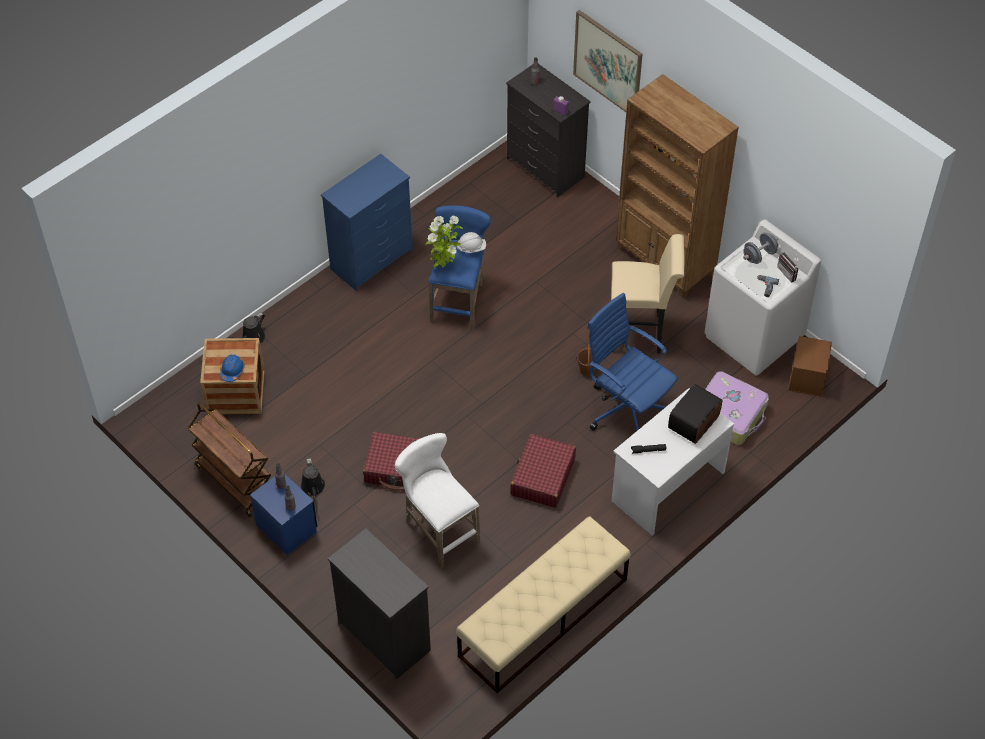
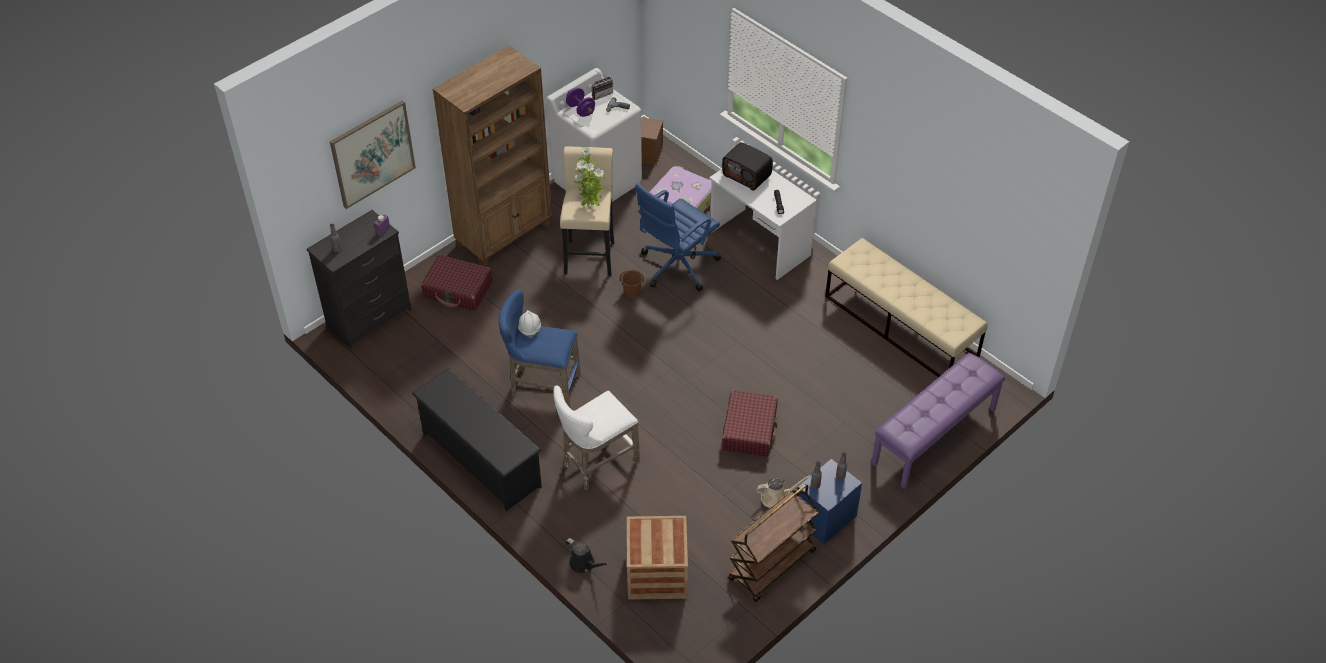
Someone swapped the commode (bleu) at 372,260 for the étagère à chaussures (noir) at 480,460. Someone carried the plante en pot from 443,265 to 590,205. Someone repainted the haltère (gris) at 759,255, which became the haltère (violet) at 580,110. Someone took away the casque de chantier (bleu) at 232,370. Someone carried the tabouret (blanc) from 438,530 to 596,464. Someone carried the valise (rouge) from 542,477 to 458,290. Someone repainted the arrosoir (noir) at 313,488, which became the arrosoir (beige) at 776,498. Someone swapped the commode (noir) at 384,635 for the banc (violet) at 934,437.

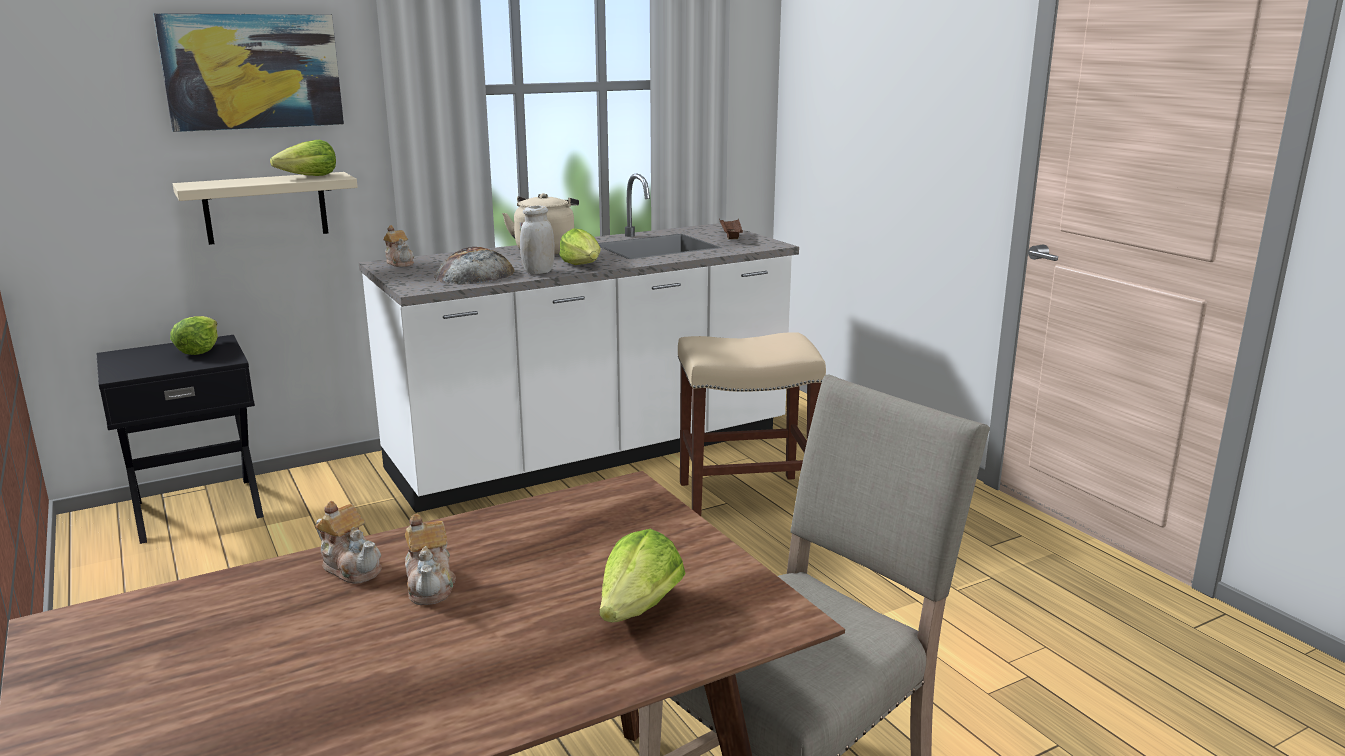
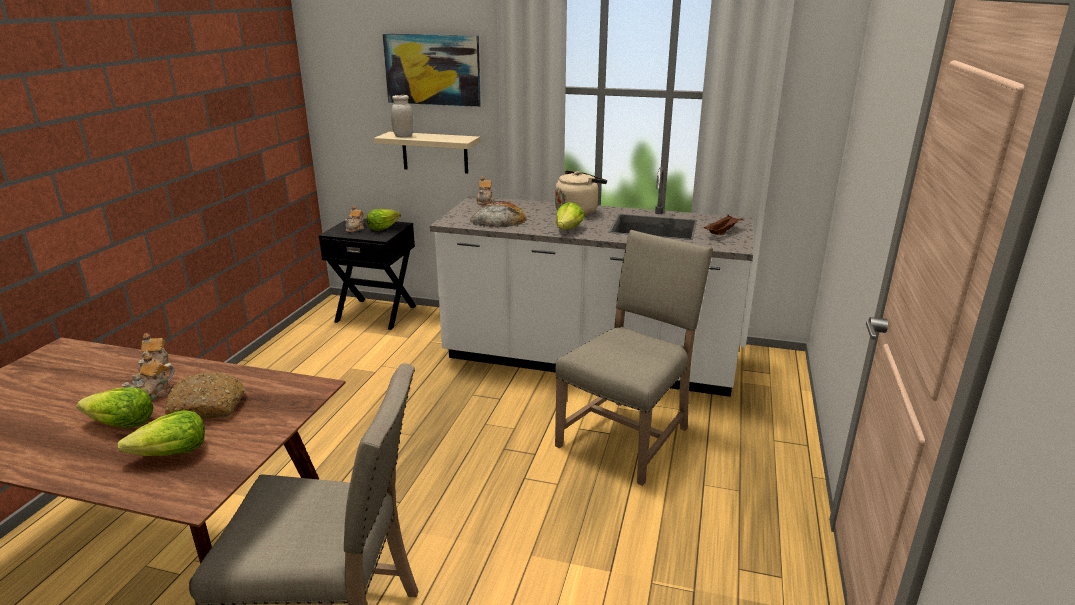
Someone carried the laitue from 309,177 to 120,424. Someone carried the bocal (blanc) from 538,272 to 403,136. Someone swapped the tabouret (beige) at 747,497 for the chaise (beige) at 628,436. Someone put down the théière at 356,229. Someone put down the pain at 208,406.

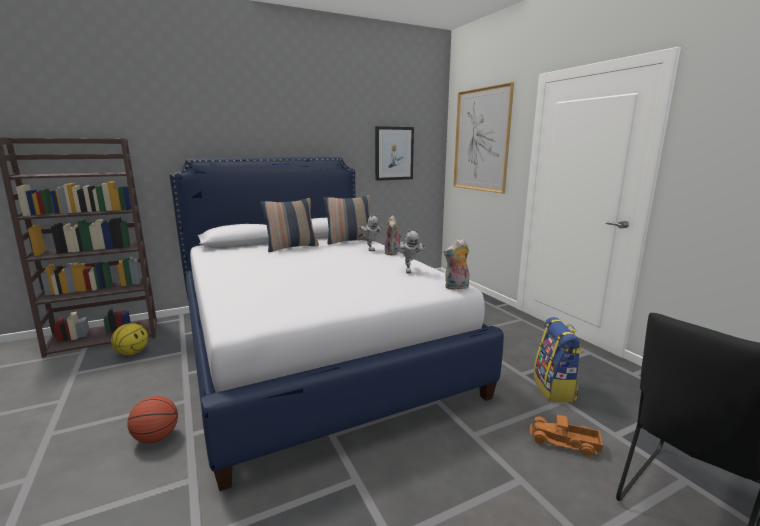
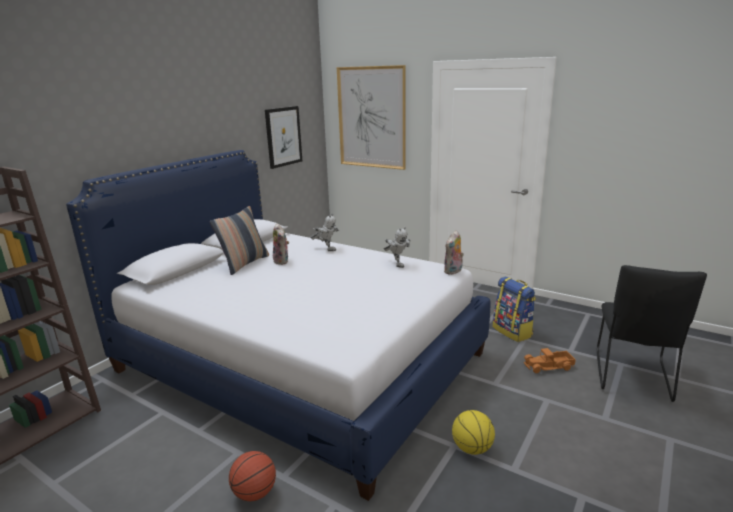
Someone took away the coussin at 350,241. Someone carried the peluche from 393,253 to 282,261. Someone carried the ballon de basket from 132,353 to 472,448.

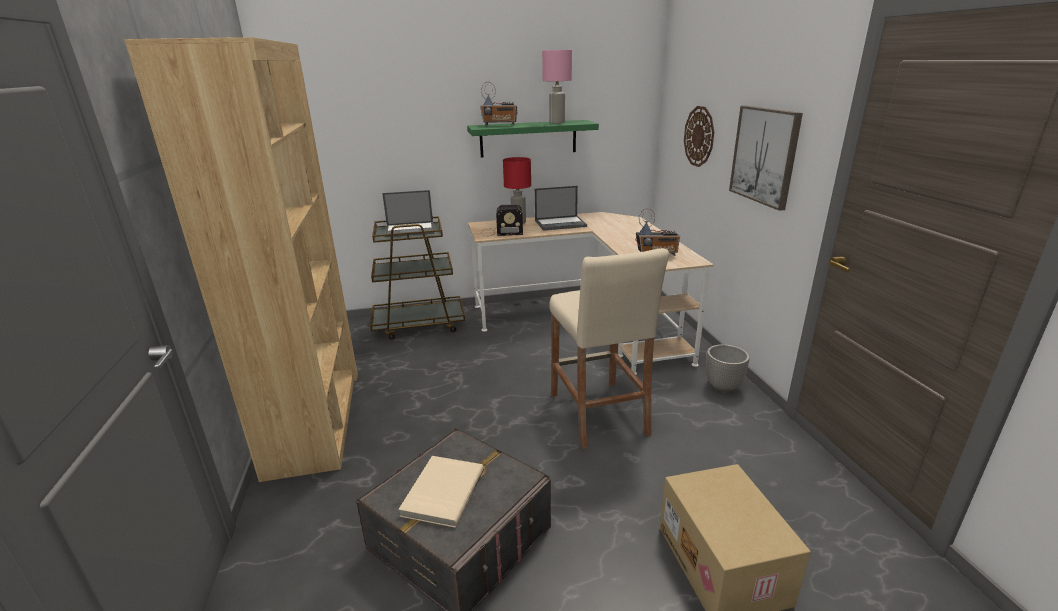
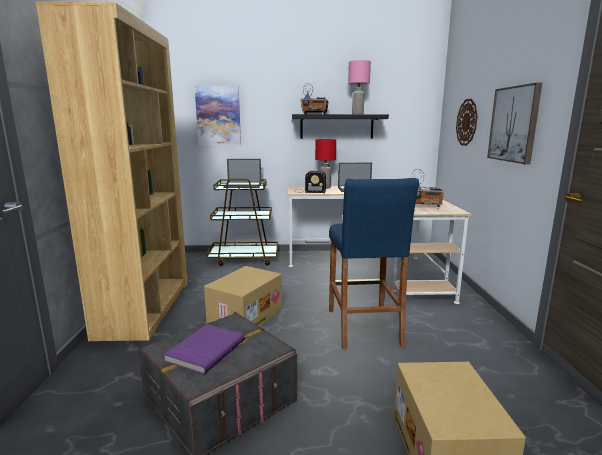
Someone repainted the étagère (vert) at 528,138, which became the étagère (noir) at 336,126. Someone repainted the tabouret (beige) at 598,413, which became the tabouret (bleu) at 363,327. Someone took away the cache-pot at 723,386. Someone repainted the livre (beige) at 442,492, which became the livre (violet) at 205,350. Someone put up the tableau at 218,115. Someone put down the carton at 245,316.

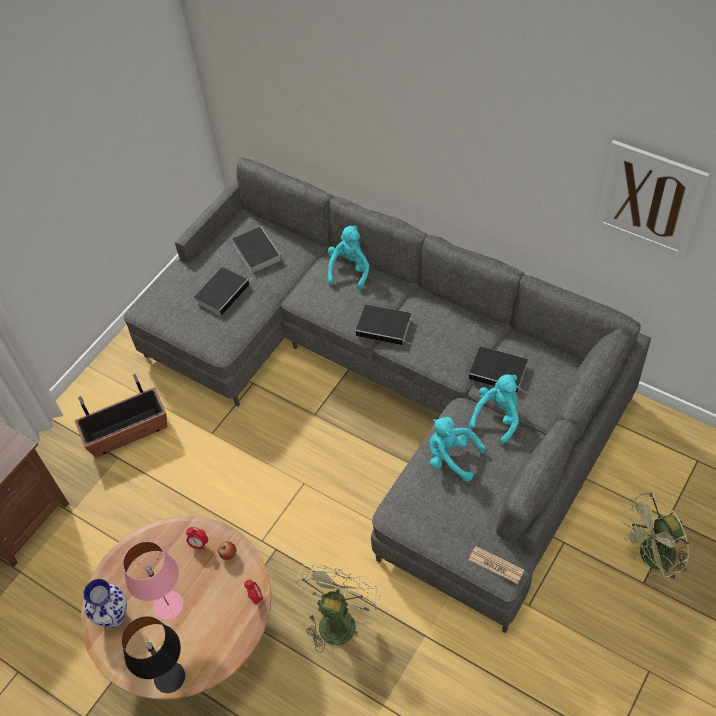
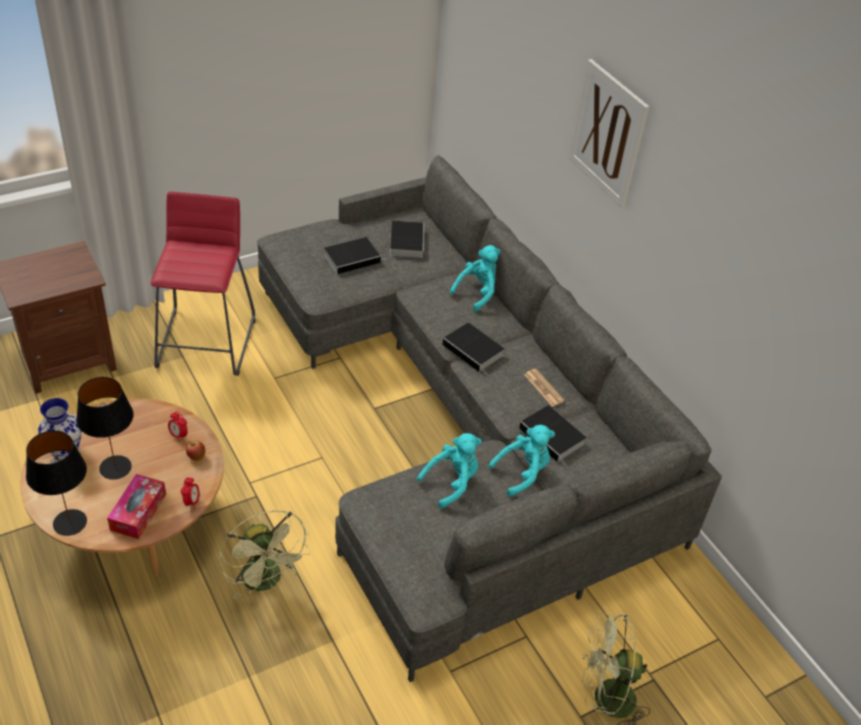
Someone carried the tableau from 650,199 to 608,133. Someone swapped the cache-pot at 128,432 for the tabouret (rouge) at 206,342. Someone rotated the peluche (turquoise) at 451,457 by 90 degrees clockwise. Someone repainted the lampe de table (rose) at 167,605, which became the lampe de table (noir) at 114,467. Someone carried the journal from 496,565 to 543,388. Someone rotated the ventilateur (vert) at 338,618 by 105 degrees clockwise. Someone put down the boîte à mouchoirs at 138,512.

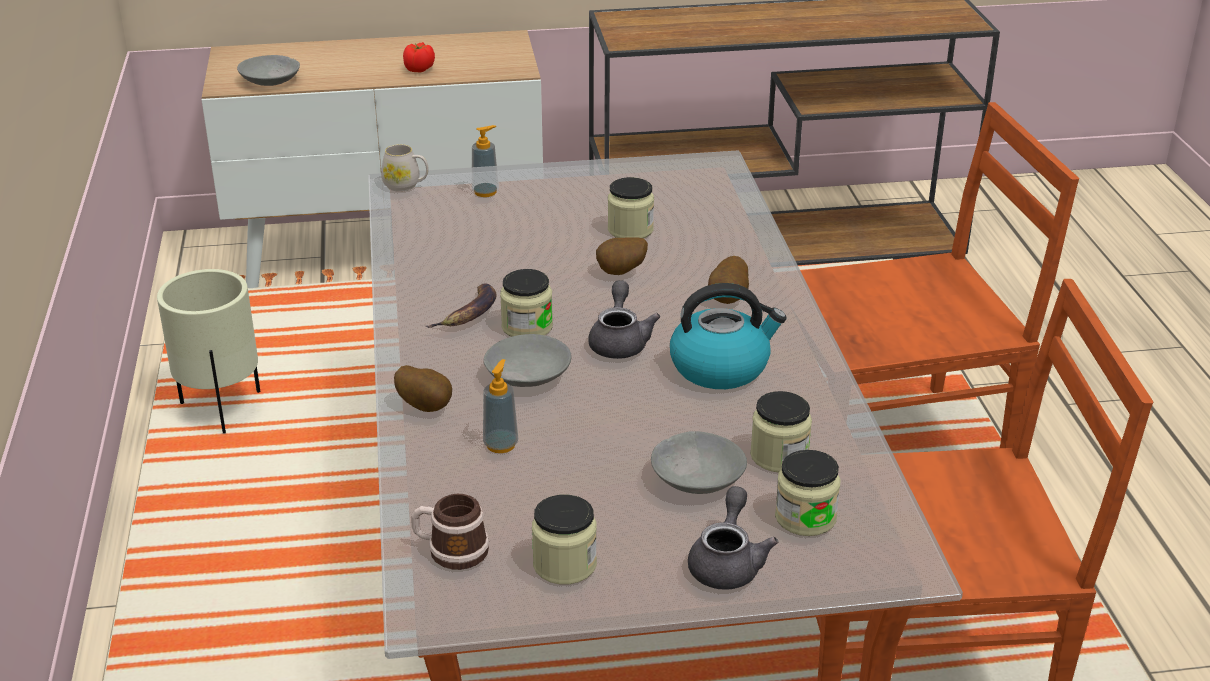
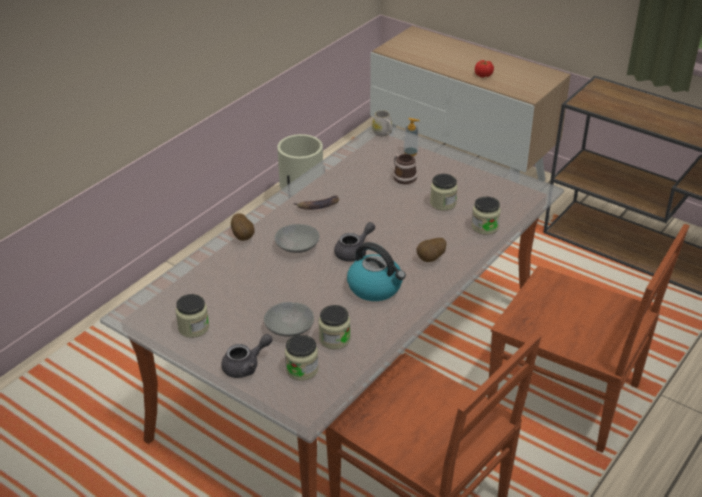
Someone took away the bol (gris) at 271,81. Someone took away the pomme de terre at 621,273. Someone carried the bocal from 527,327 to 485,227. Someone took away the distributeur de savon at 501,444. Someone carried the mug from 450,550 to 402,176.

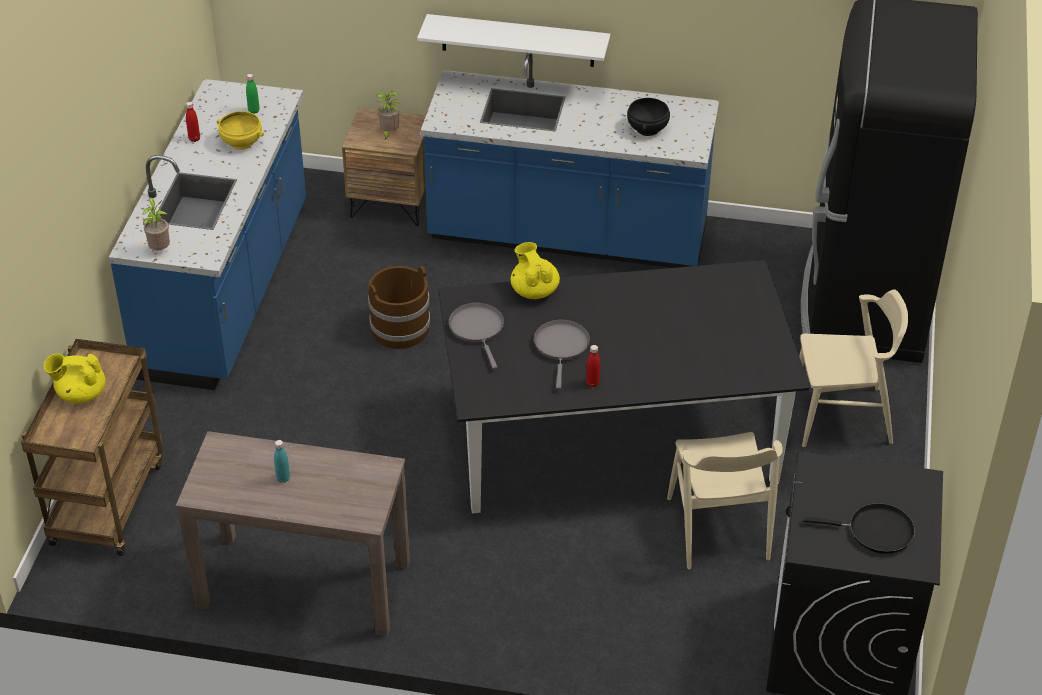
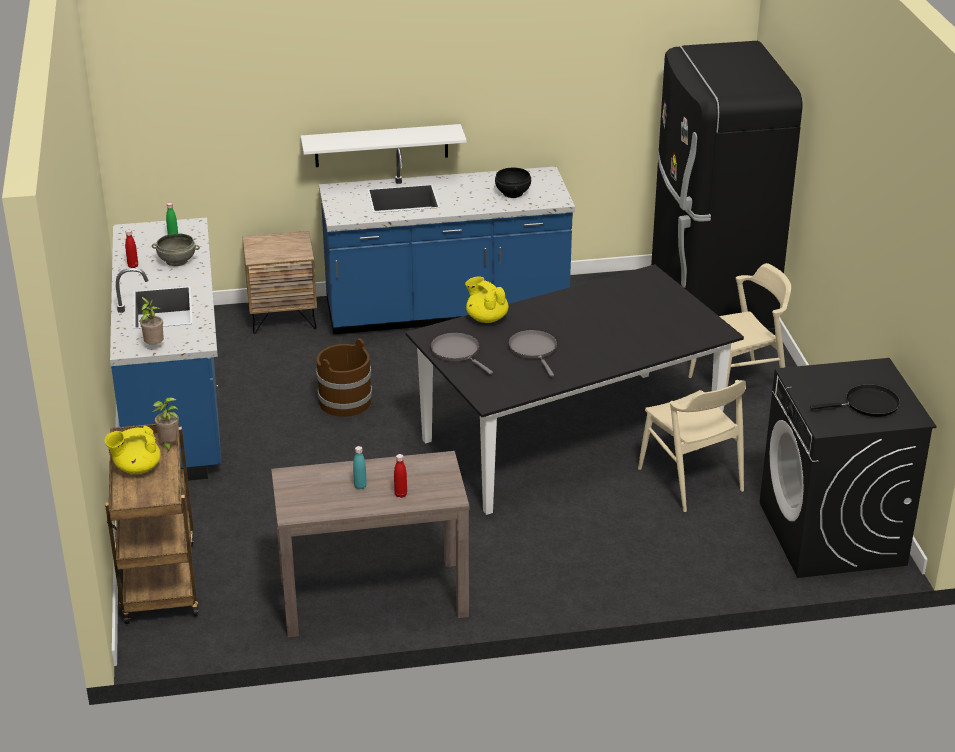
Someone carried the plante en pot from 389,133 to 169,445. Someone repainted the bol (jaune) at 241,142, which became the bol (gris) at 176,261. Someone carried the bouteille (rouge) from 592,383 to 400,494.

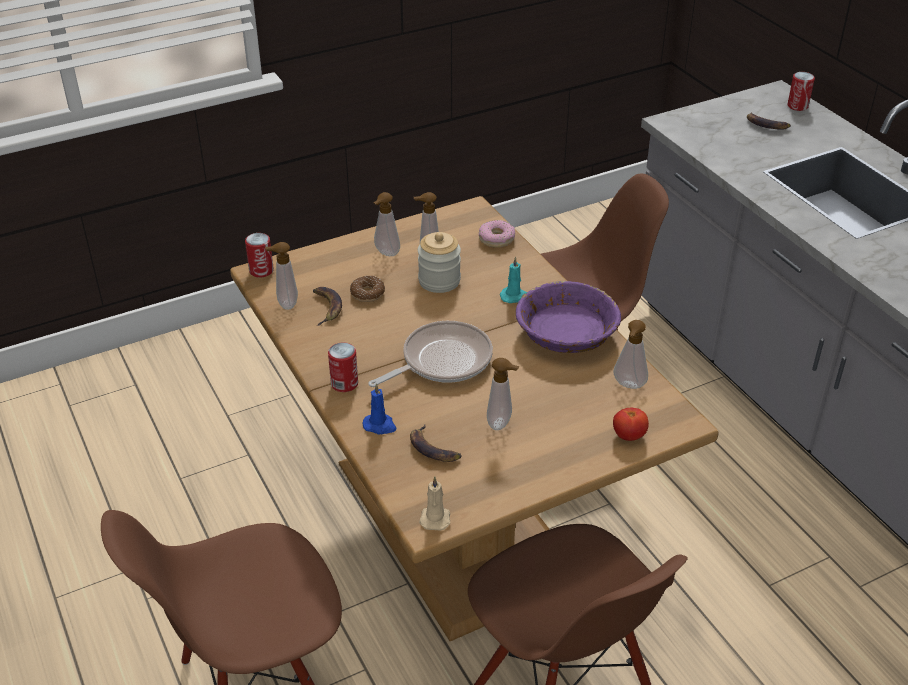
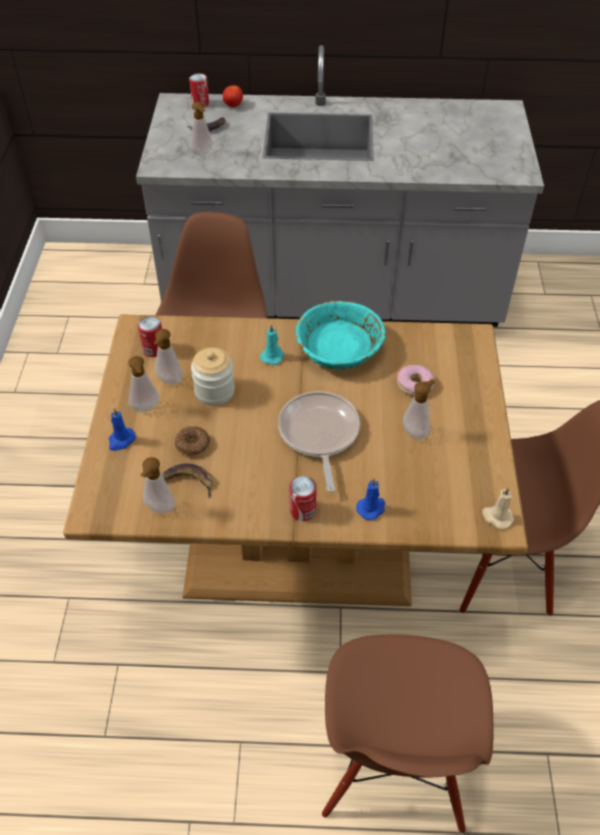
Someone carried the beignet from 496,239 to 414,384. Someone carried the boîte métallique from 261,271 to 154,349. Someone repainted the bol (violet) at 567,333, which became the bol (turquoise) at 339,348. Someone carried the distributeur de savon from 628,386 to 203,154. Someone carried the tomate from 629,436 to 233,105. Someone took away the banane at 433,449. Someone put down the bougie (bleu) at 121,440.

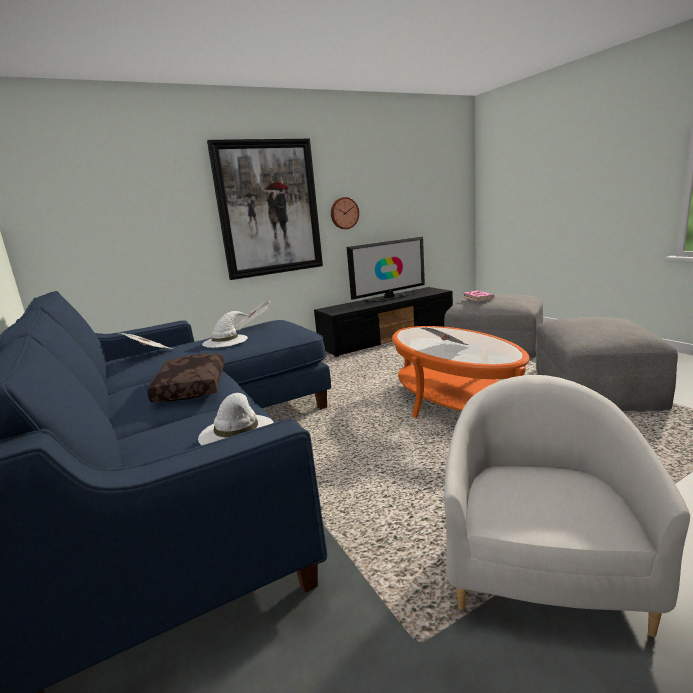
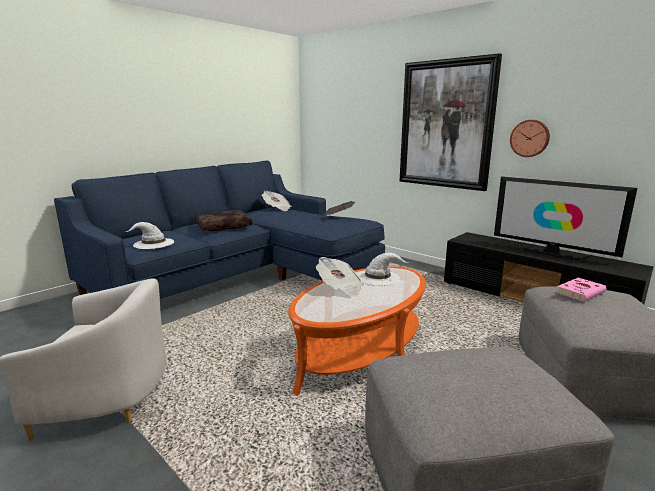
Someone carried the chapeau (blanc) from 225,340 to 378,277.

